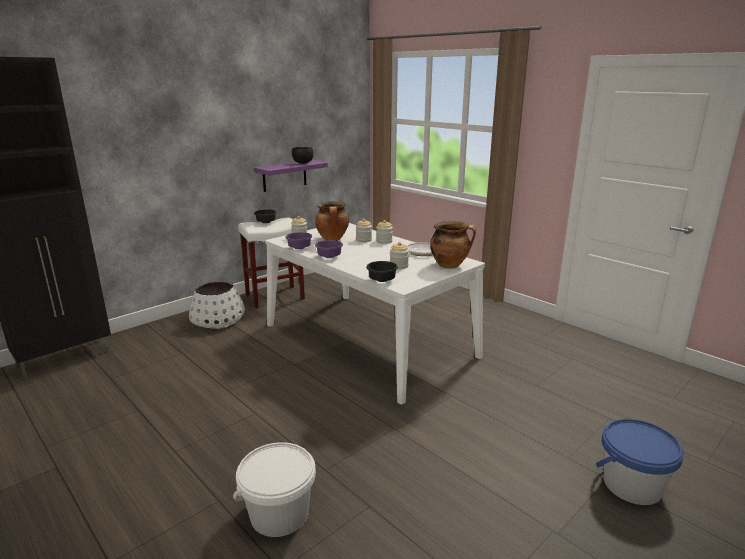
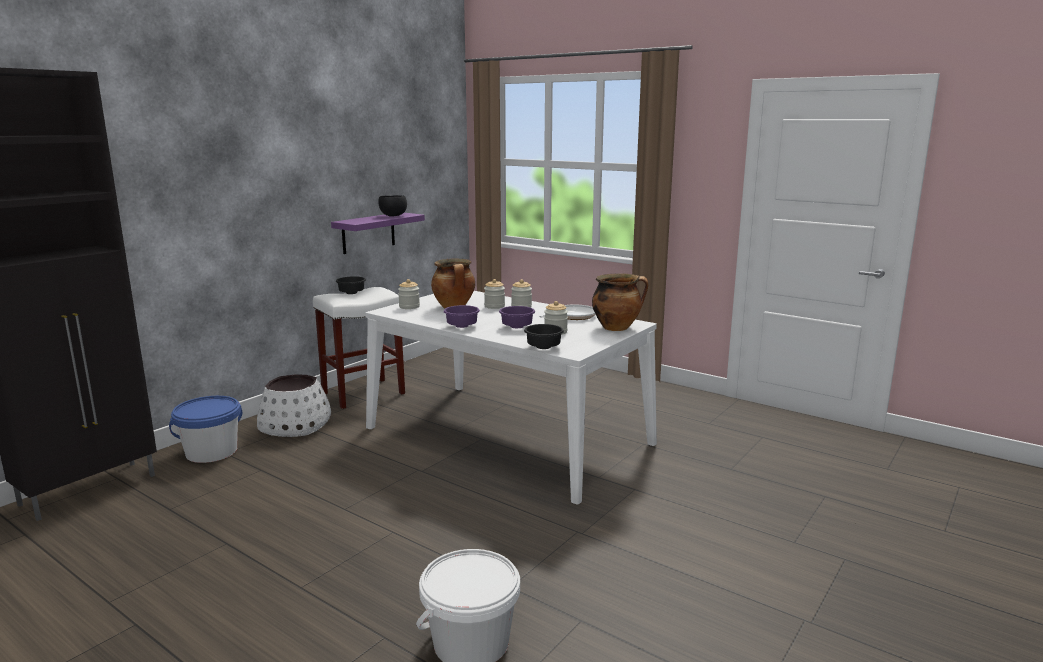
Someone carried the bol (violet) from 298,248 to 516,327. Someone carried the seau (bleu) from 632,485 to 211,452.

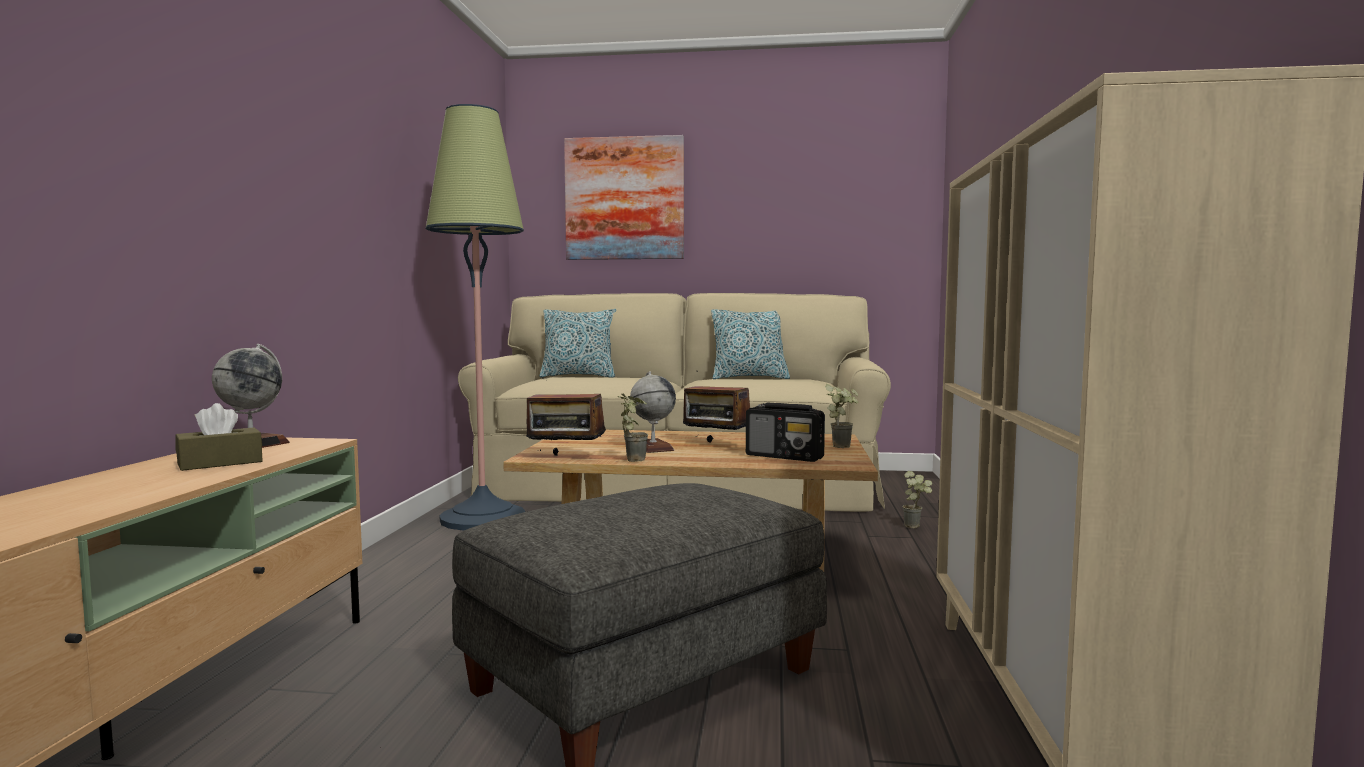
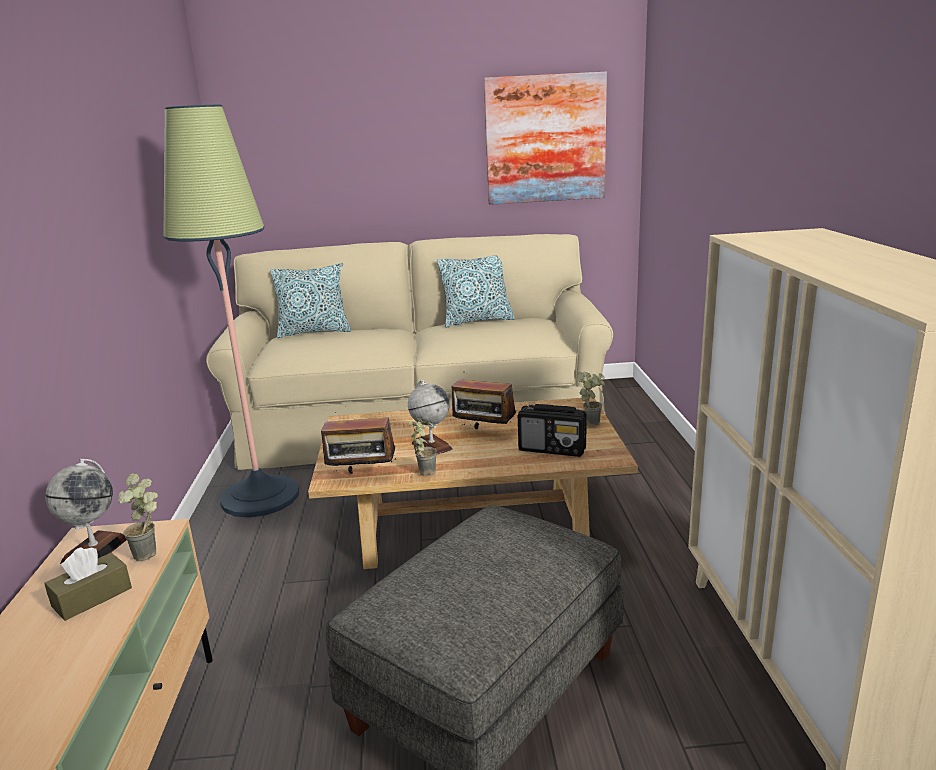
Someone carried the tableau from 624,198 to 545,139. Someone carried the plante en pot from 916,526 to 152,554.

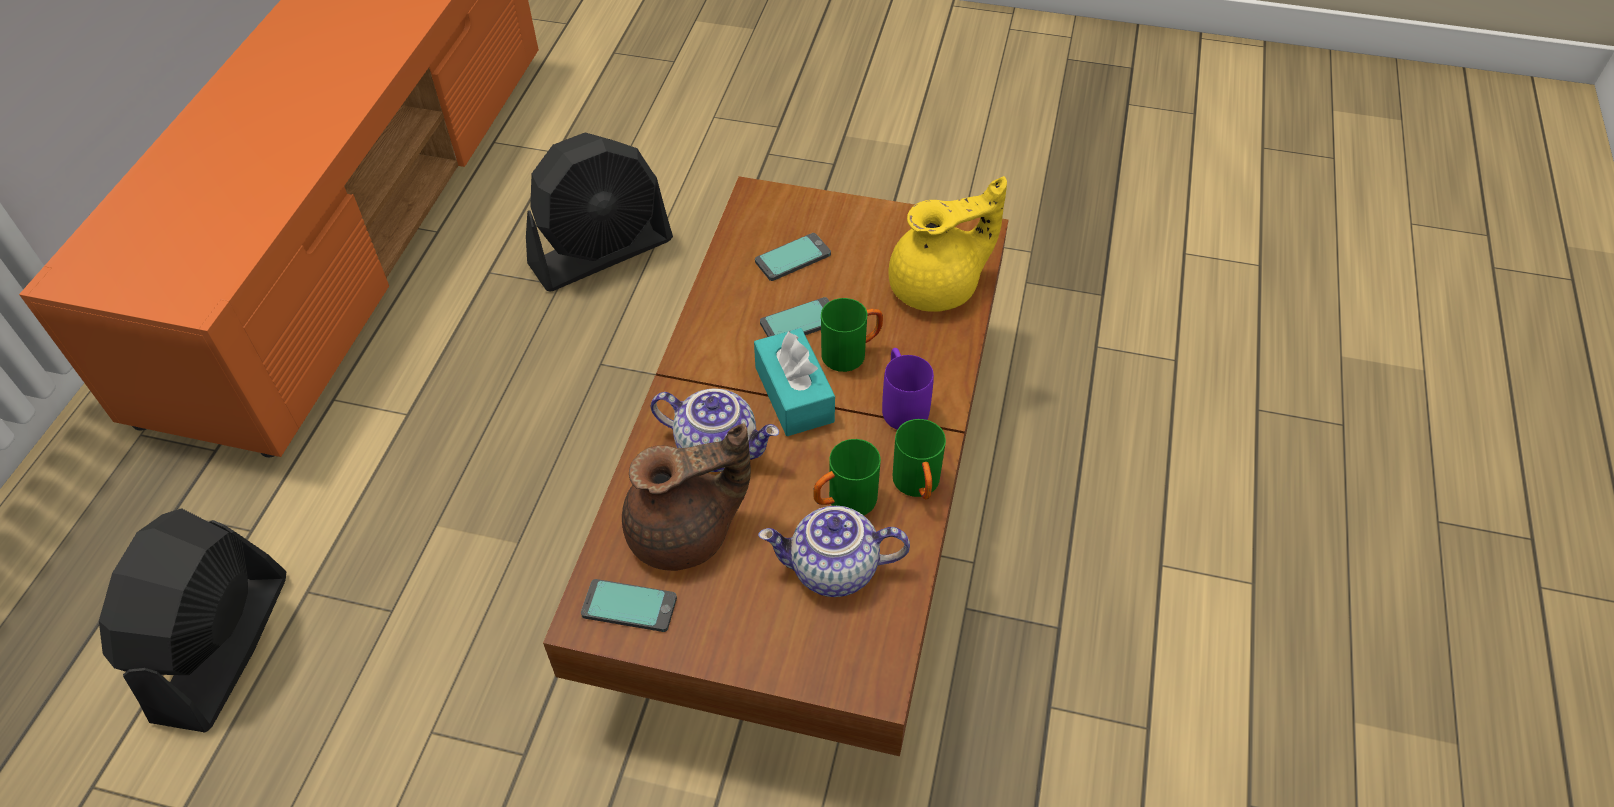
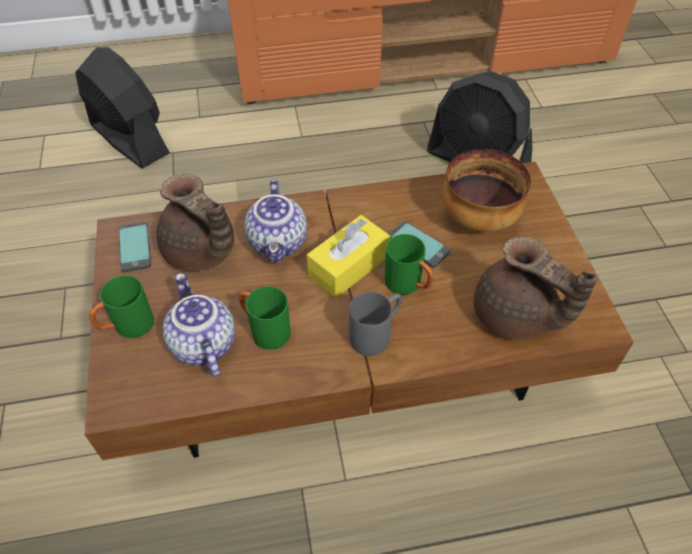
Someone repainted the théière (jaune) at 938,287, which became the théière (marron) at 515,317. Someone swapped the téléphone at 792,258 for the bol at 478,218. Someone repainted the boîte à mouchoirs (turquoise) at 794,394, which became the boîte à mouchoirs (jaune) at 348,266. Someone repainted the mug (violet) at 901,404, which became the mug (gris) at 376,334. Someone carried the mug (vert) from 918,486 to 127,327. Someone rotated the ventilateur (noir) at 221,647 by 60 degrees clockwise.

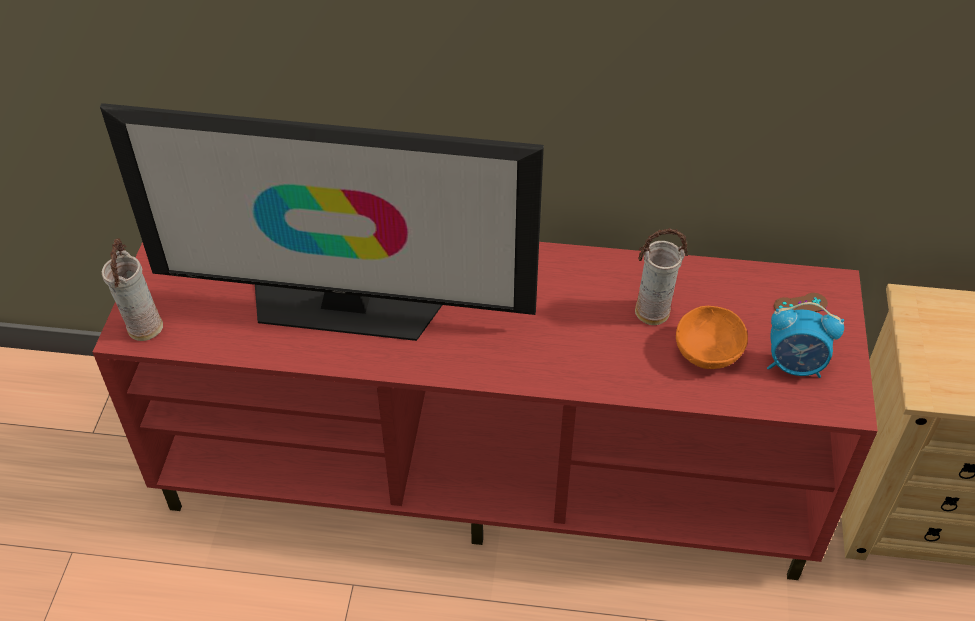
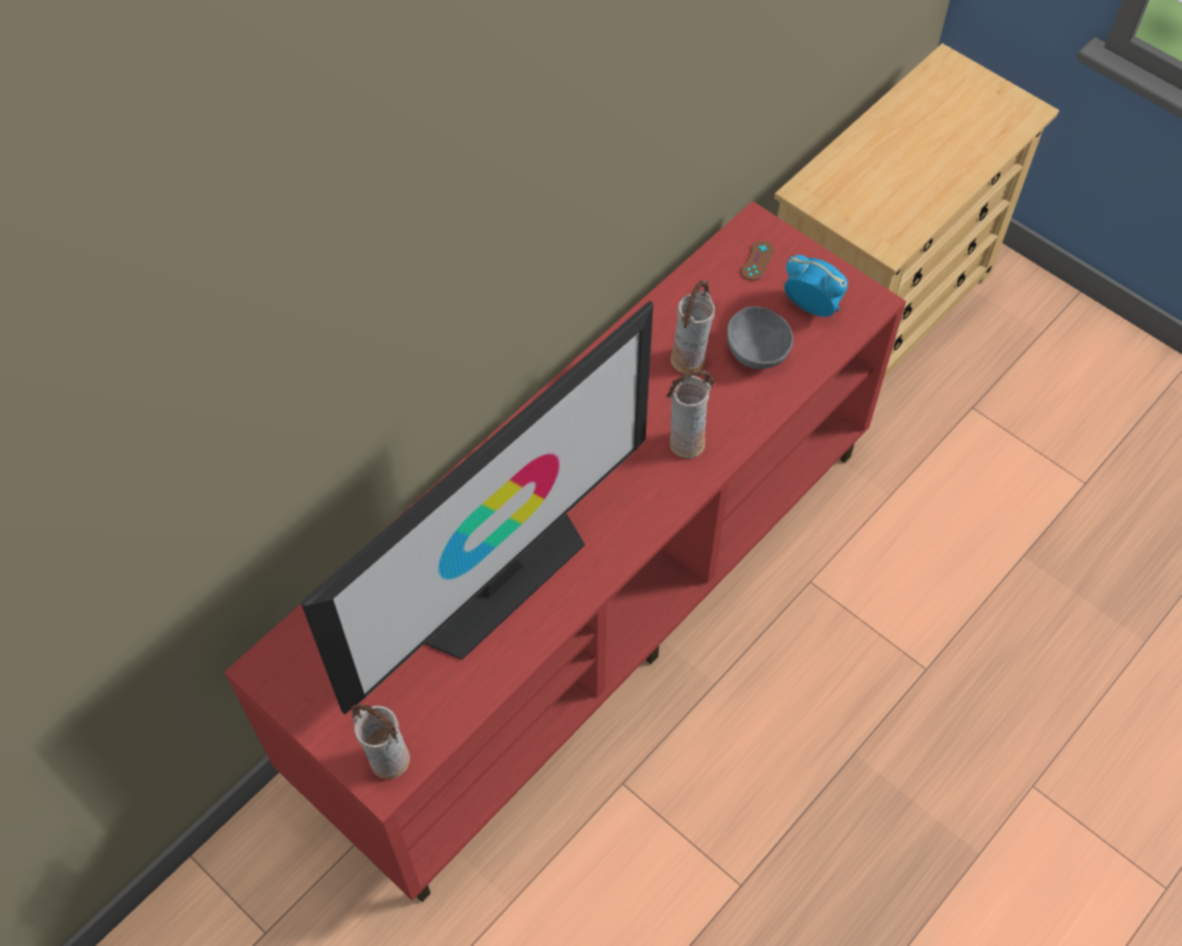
Someone rotated the réveil at 795,365 by 105 degrees counterclockwise. Someone repainted the bol (orange) at 709,353, which became the bol (gris) at 758,350. Someone put down the vase at 686,442.

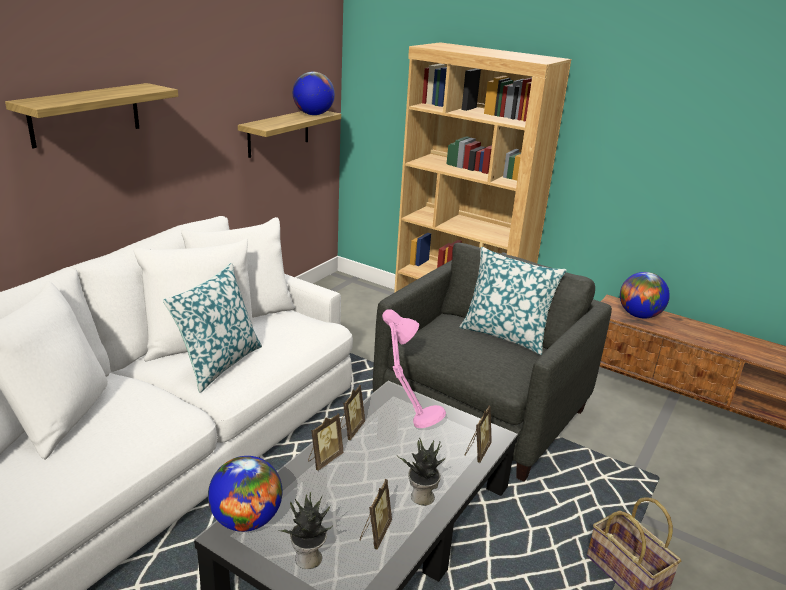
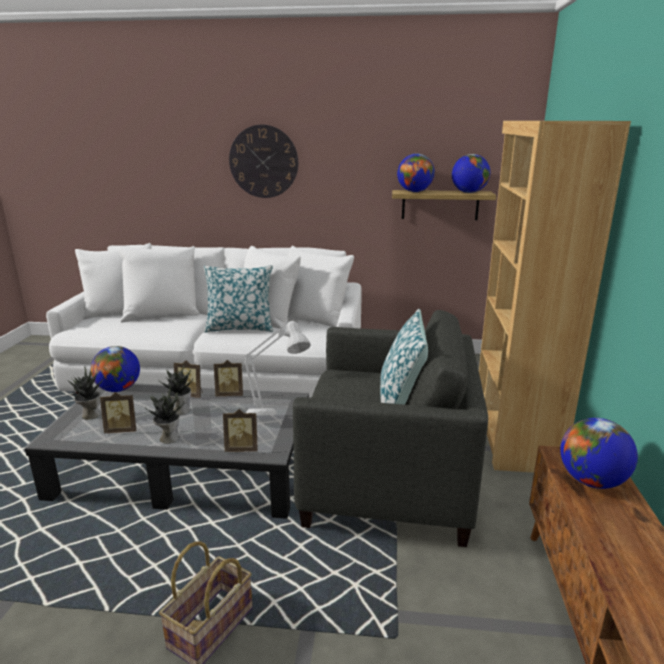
Someone swapped the étagère at 85,114 for the horloge murale at 263,161. Someone repainted the lampe de table (rose) at 408,409, which became the lampe de table (gris) at 275,408. Someone put down the globe at 414,192. Someone put down the plante en pot at 181,410.

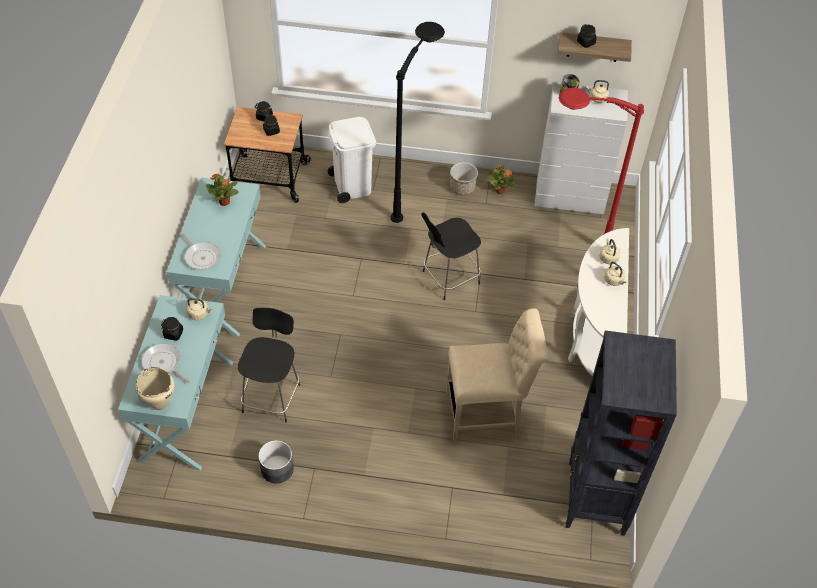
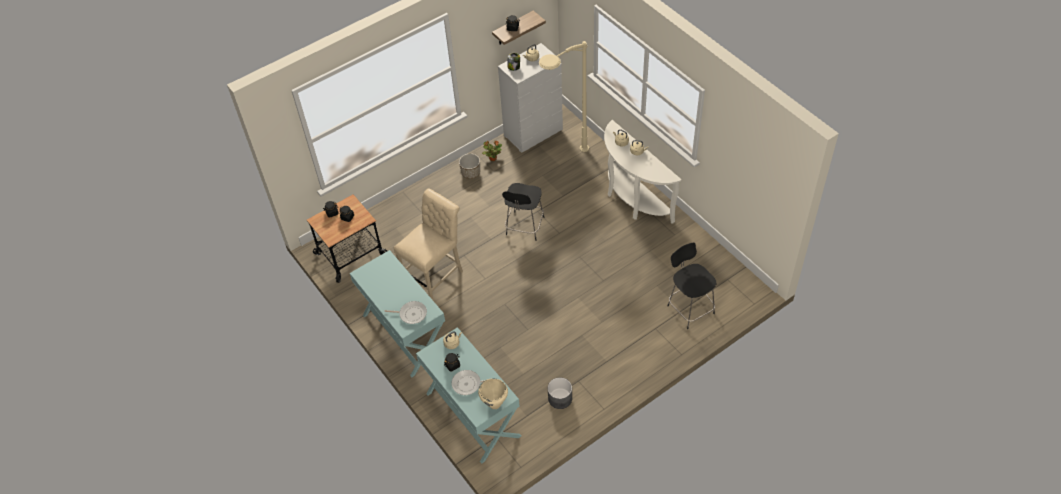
Someone took away the lampadaire (noir) at 415,192. Someone repainted the lampadaire (rouge) at 562,247, which became the lampadaire (beige) at 562,163. Someone took away the poubelle (blanc) at 352,185. Someone took away the plante en pot at 224,202. Someone carried the tabouret (noir) from 272,396 to 689,308. Someone carried the chaise (beige) from 487,414 to 435,274. Someone took away the bibliothèque (noir) at 595,499.

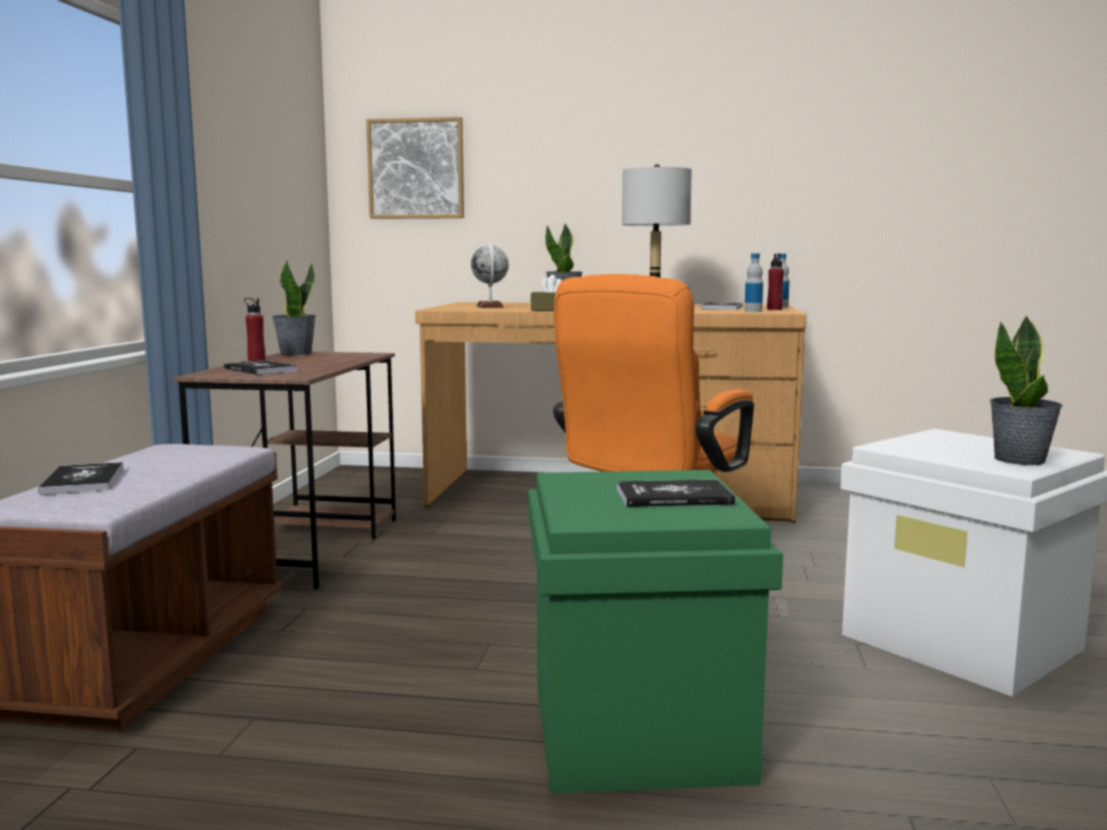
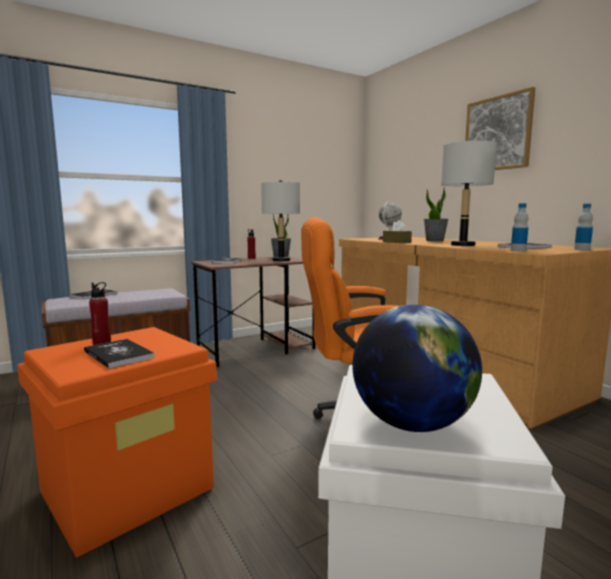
Someone carried the tableau from 416,169 to 498,134. Someone carried the bouteille (rouge) from 774,309 to 102,343. Someone swapped the plante en pot at 1020,460 for the globe at 412,424. Someone repainted the boîte de rangement (vert) at 635,727, which became the boîte de rangement (orange) at 128,488. Someone put down the lampe de table (gris) at 281,260.

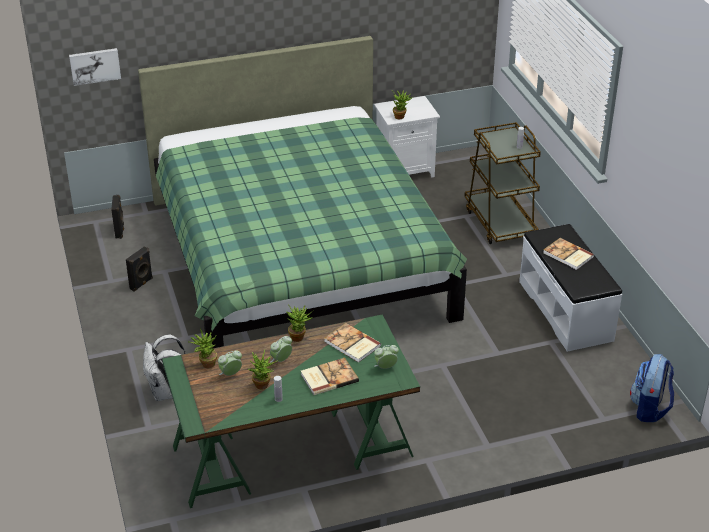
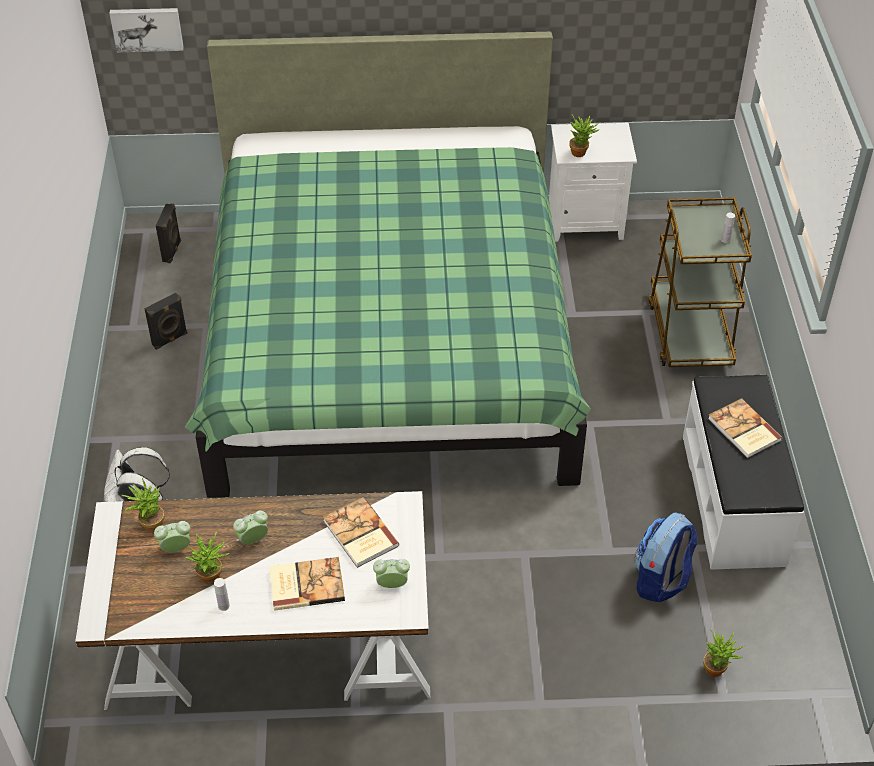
Someone carried the plante en pot from 299,337 to 717,670. Someone repainted the bureau (vert) at 292,452, which became the bureau (blanc) at 269,651. Someone carried the sac à dos from 649,409 to 661,580.

